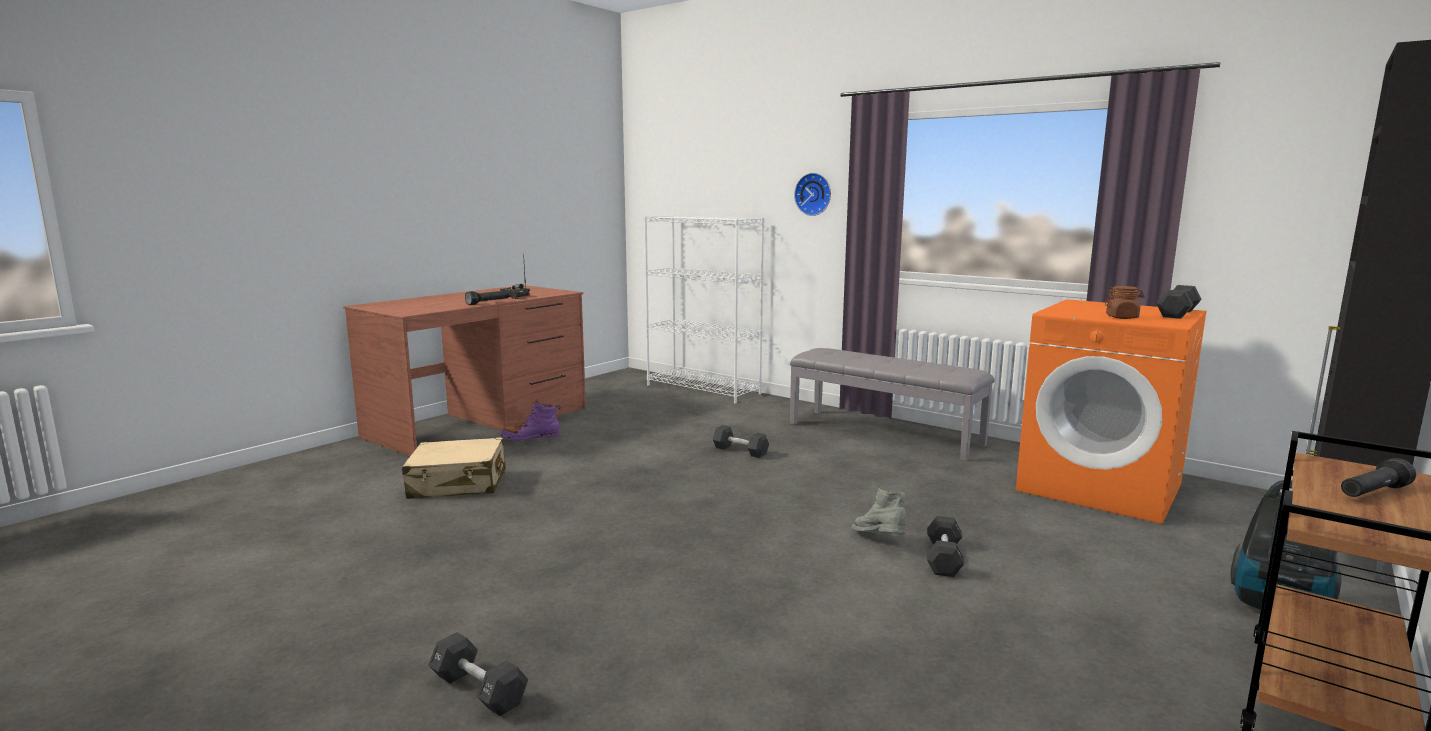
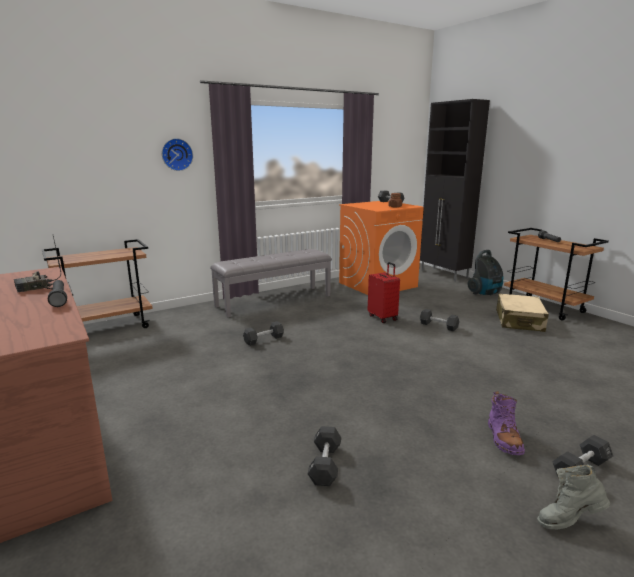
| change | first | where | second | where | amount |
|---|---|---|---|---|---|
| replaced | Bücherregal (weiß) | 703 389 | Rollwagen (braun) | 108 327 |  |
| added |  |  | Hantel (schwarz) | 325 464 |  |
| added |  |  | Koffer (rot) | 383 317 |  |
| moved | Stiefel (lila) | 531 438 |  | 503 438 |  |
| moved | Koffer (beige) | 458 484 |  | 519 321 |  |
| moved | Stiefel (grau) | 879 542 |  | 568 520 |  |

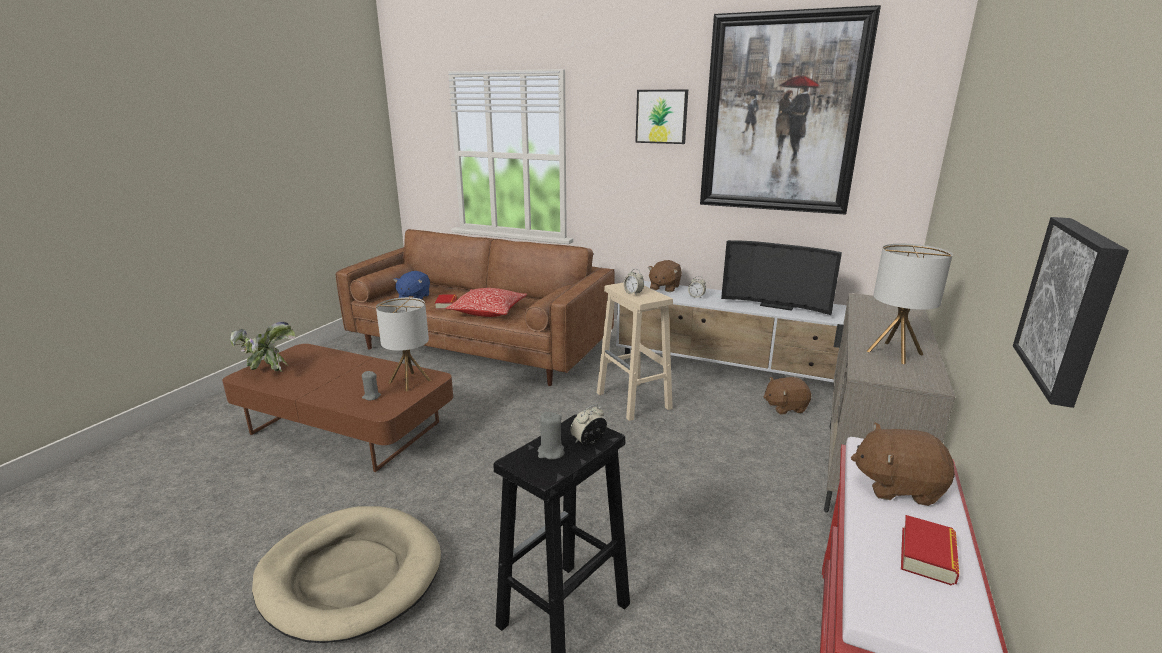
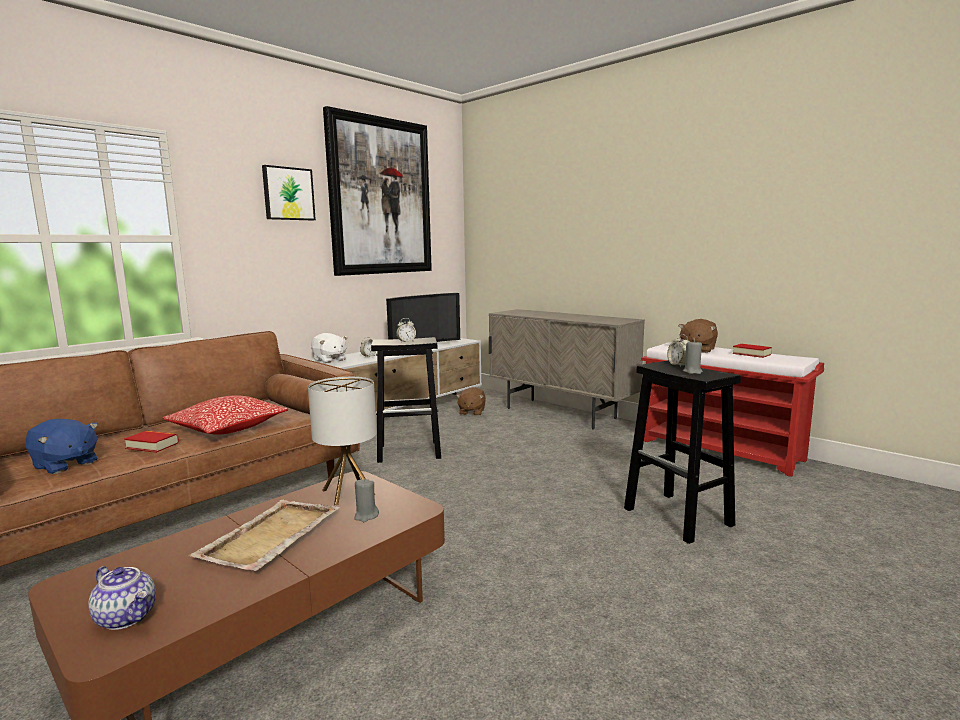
| change | first | where | second | where | amount |
|---|---|---|---|---|---|
| replaced | Topfpflanze | 267 371 | Teekanne | 127 617 |  |
| added |  |  | Tablett (beige) | 269 537 |  |
| recoloured | Plüschtier (braun) | 664 288 | Plüschtier (weiß) | 329 360 |  |
| recoloured | Hocker (beige) | 634 401 | Hocker (schwarz) | 410 451 |  |
| removed | Hundebett (beige) | 350 575 |  |  |  |
| removed | Tischlampe | 894 353 |  |  |  |
| removed | Bild | 1072 307 |  |  |  |

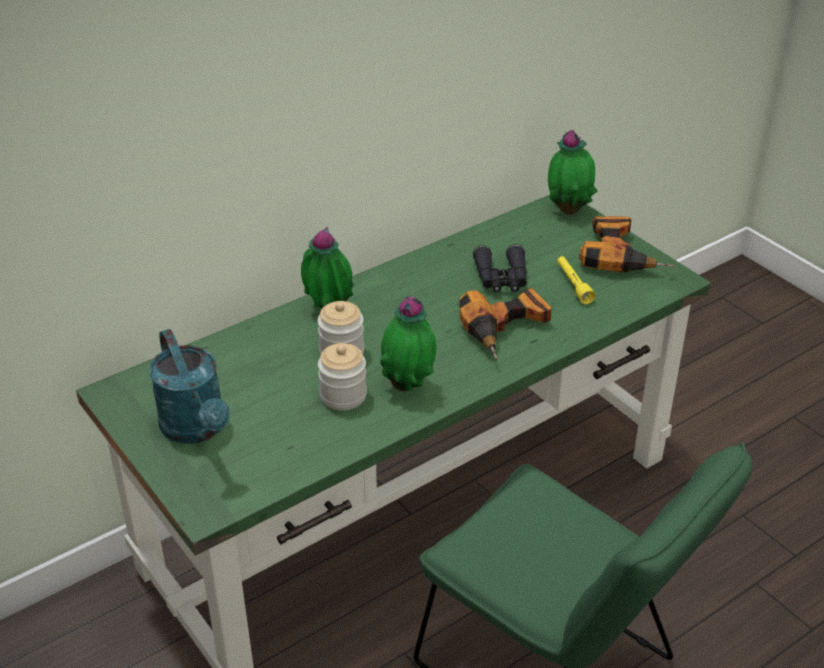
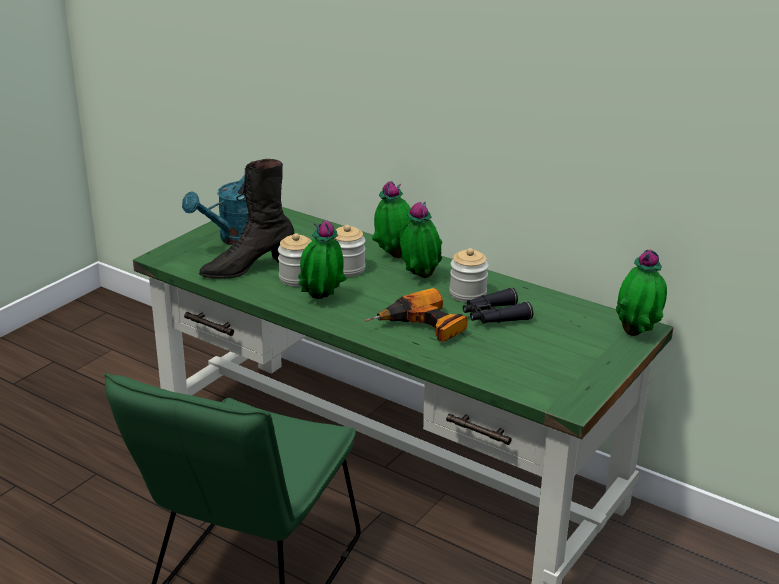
| change | first | where | second | where | amount |
|---|---|---|---|---|---|
| added |  |  | Stiefel (schwarz) | 247 268 |  |
| added |  |  | Topfpflanze | 419 277 |  |
| added |  |  | Vorratsglas | 467 294 |  |
| removed | Taschenlampe (gelb) | 573 284 |  |  |  |
| removed | Bohrmaschine | 620 254 |  |  |  |

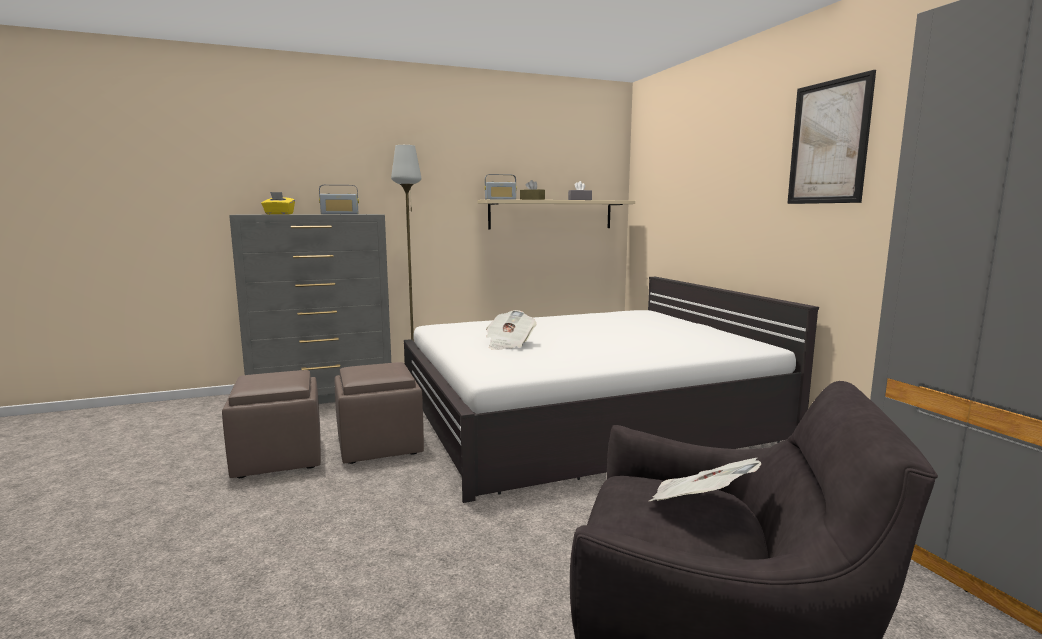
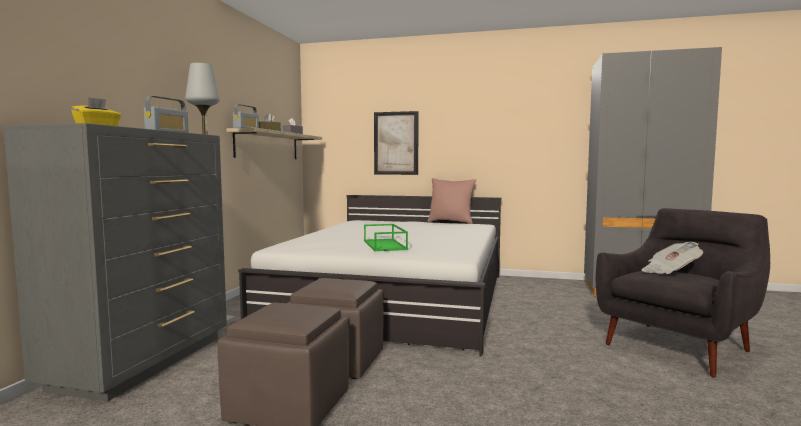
| change | first | where | second | where | amount |
|---|---|---|---|---|---|
| replaced | Zeitung | 508 344 | Tablett (grün) | 385 245 |  |
| moved | Bild | 828 142 |  | 396 143 |  |
| added |  |  | Kissen (rosa) | 451 222 |  |

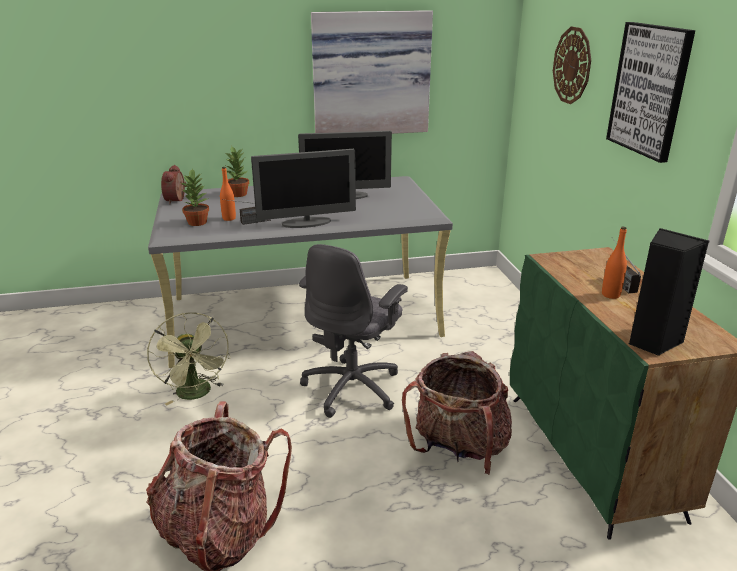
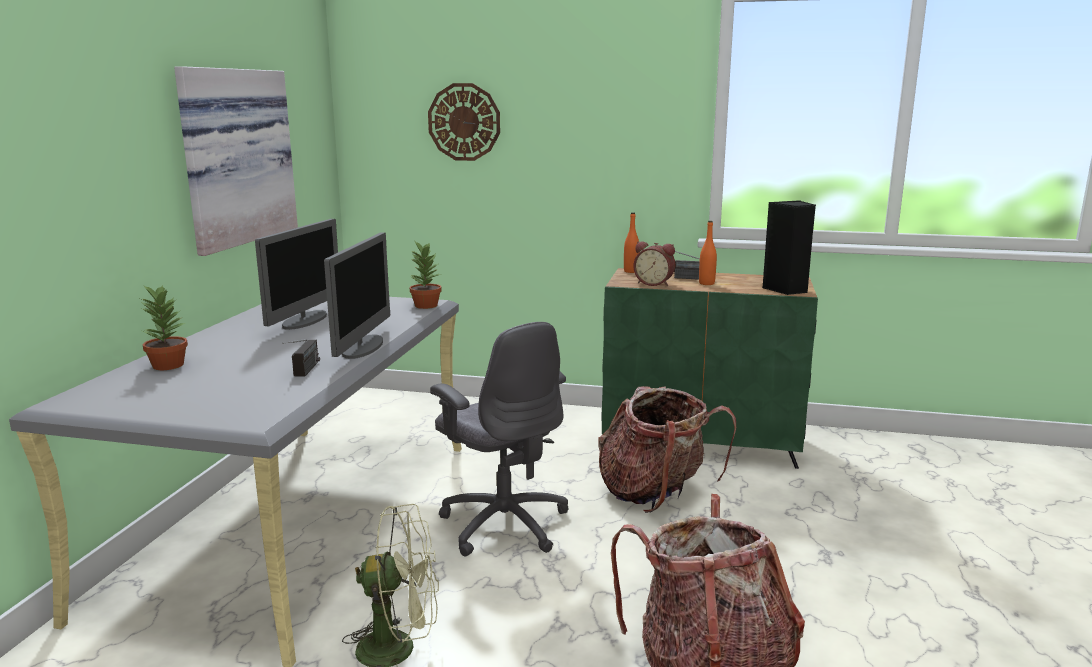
| change | first | where | second | where | amount |
|---|---|---|---|---|---|
| moved | Topfpflanze | 198 222 |  | 426 305 |  |
| moved | Flasche (orange) | 229 218 |  | 631 271 |  |
| moved | Wecker | 177 200 |  | 654 283 |  |
| removed | Bild | 649 90 |  |  |  |

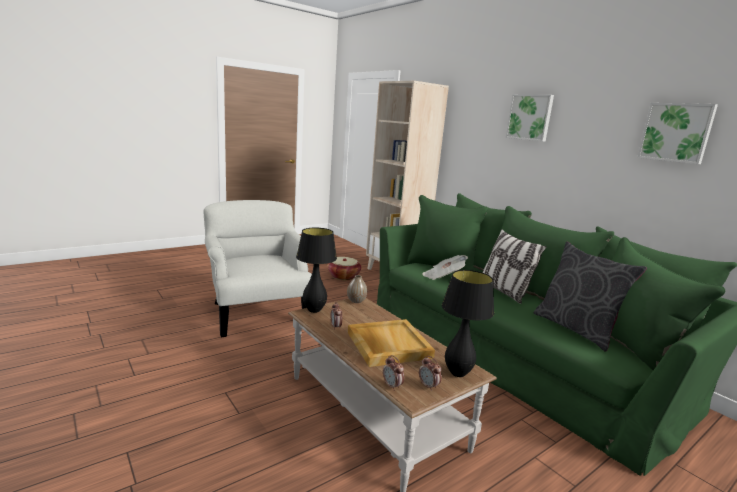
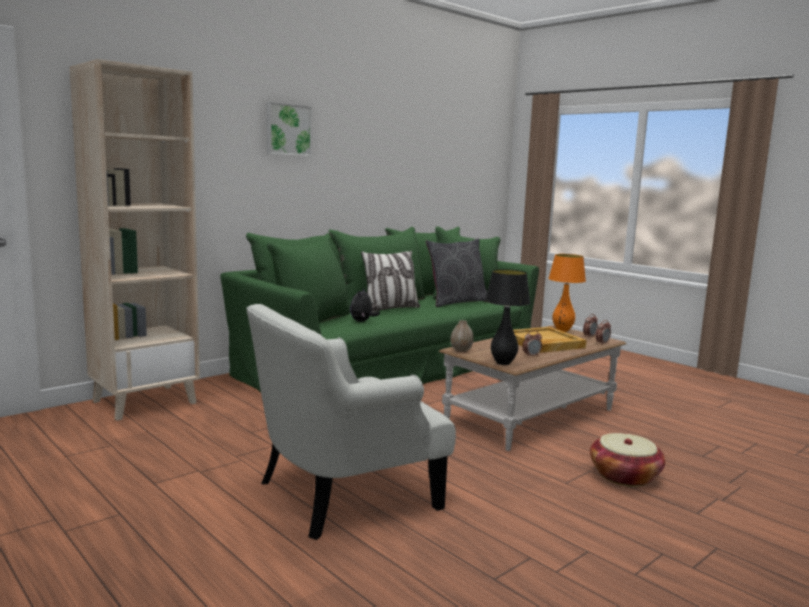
| change | first | where | second | where | amount |
|---|---|---|---|---|---|
| replaced | Zeitung | 443 277 | Plüschtier | 362 321 |  |
| recoloured | Tischlampe (schwarz) | 457 373 | Tischlampe (orange) | 562 330 |  |
| moved | Korb | 343 276 |  | 624 476 |  |
| removed | Bild | 676 132 |  |  |  |

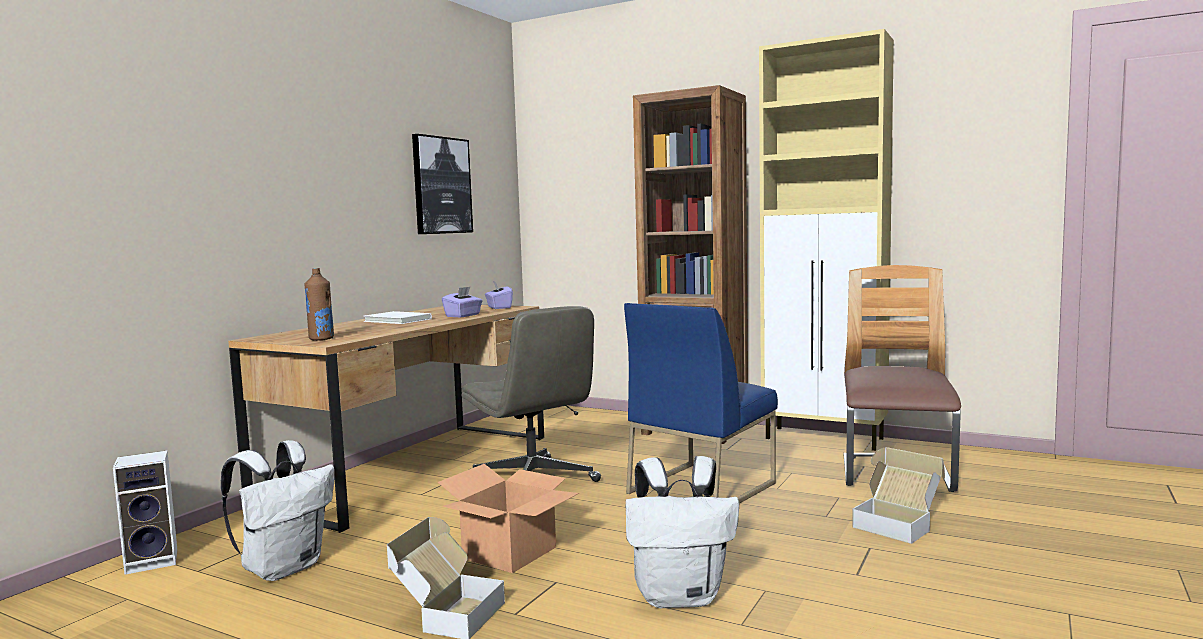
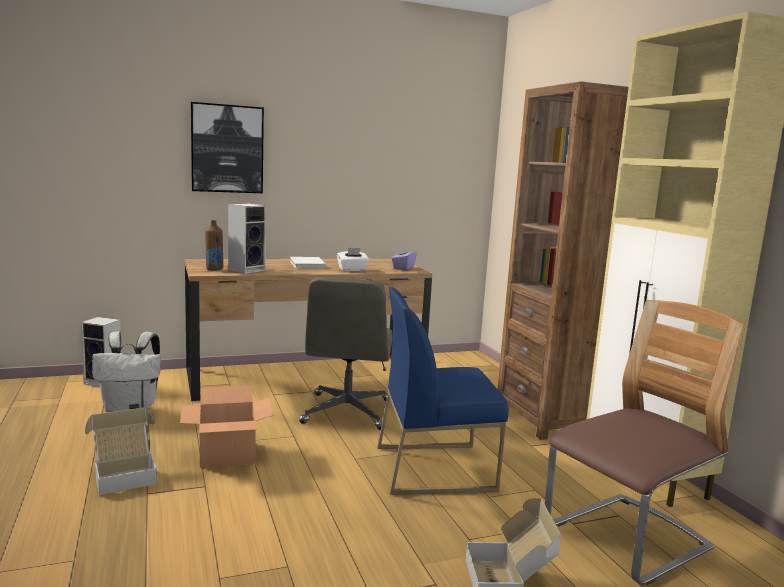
| change | first | where | second | where | amount |
|---|---|---|---|---|---|
| moved | Bild | 441 185 |  | 227 149 |  |
| added |  |  | Lautsprecher | 247 270 |  |
| recoloured | Taschentuchbox (lila) | 463 315 | Taschentuchbox (weiß) | 352 270 |  |
| removed | Rucksack (weiß) | 680 596 |  |  |  |

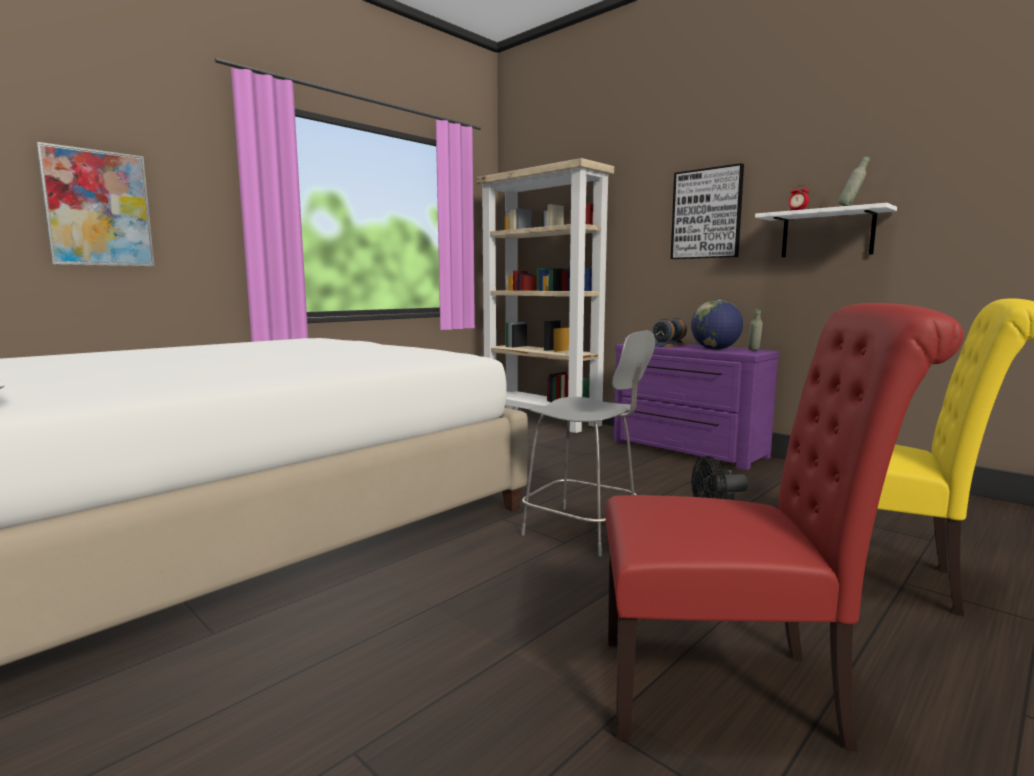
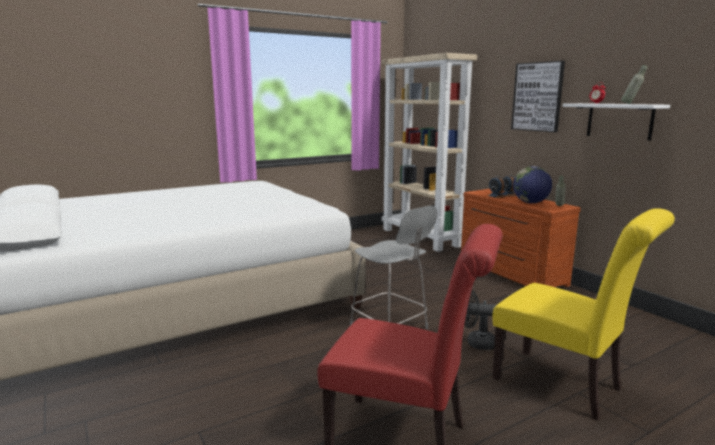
| change | first | where | second | where | amount |
|---|---|---|---|---|---|
| recoloured | Kommode (lila) | 686 449 | Kommode (braun) | 509 273 |  |
| removed | Bild | 98 208 |  |  |  |

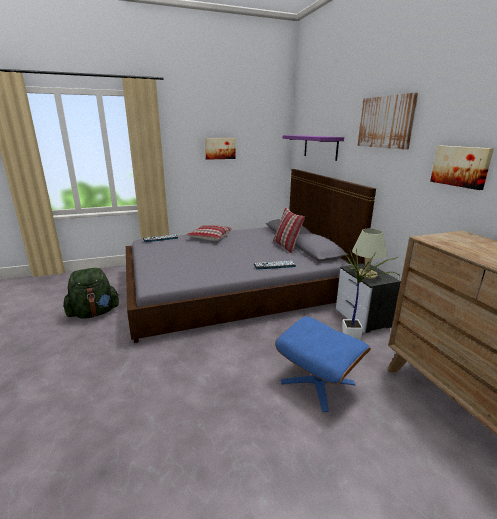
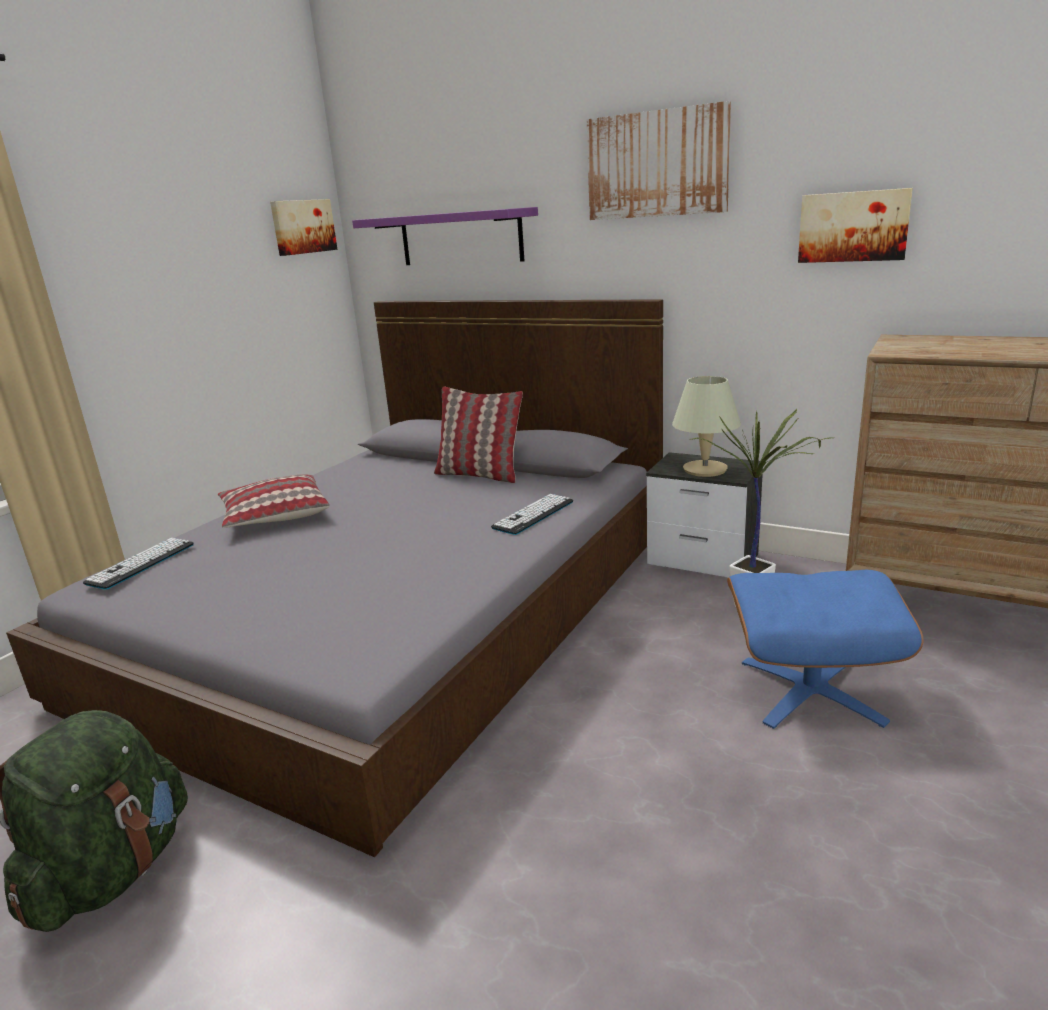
| change | first | where | second | where | amount |
|---|---|---|---|---|---|
| moved | Bild | 220 148 |  | 302 227 |  |

